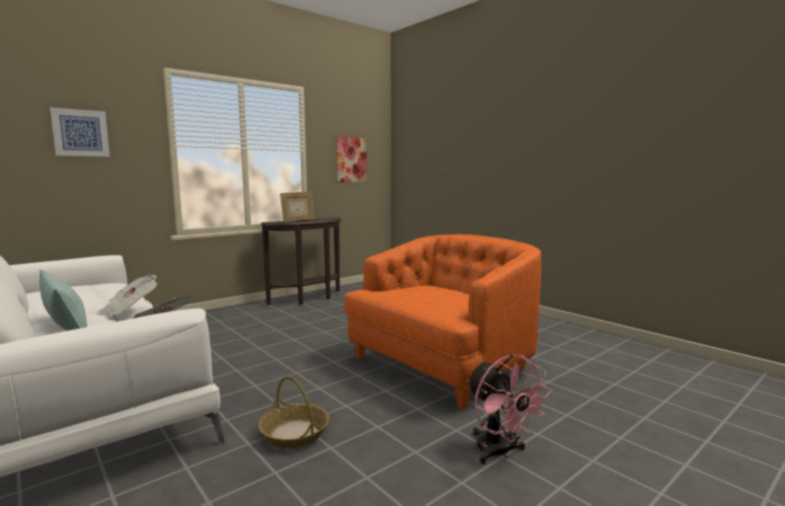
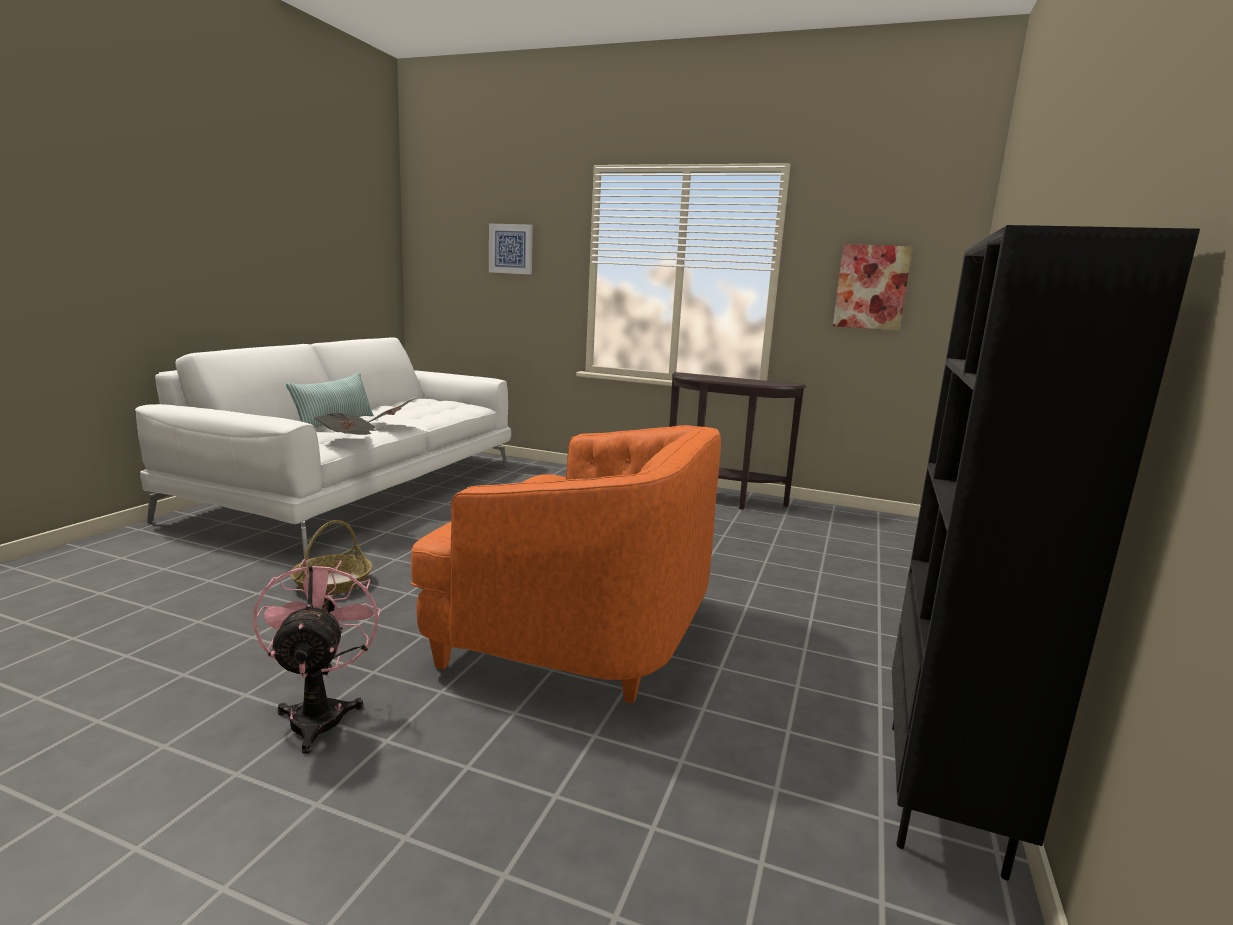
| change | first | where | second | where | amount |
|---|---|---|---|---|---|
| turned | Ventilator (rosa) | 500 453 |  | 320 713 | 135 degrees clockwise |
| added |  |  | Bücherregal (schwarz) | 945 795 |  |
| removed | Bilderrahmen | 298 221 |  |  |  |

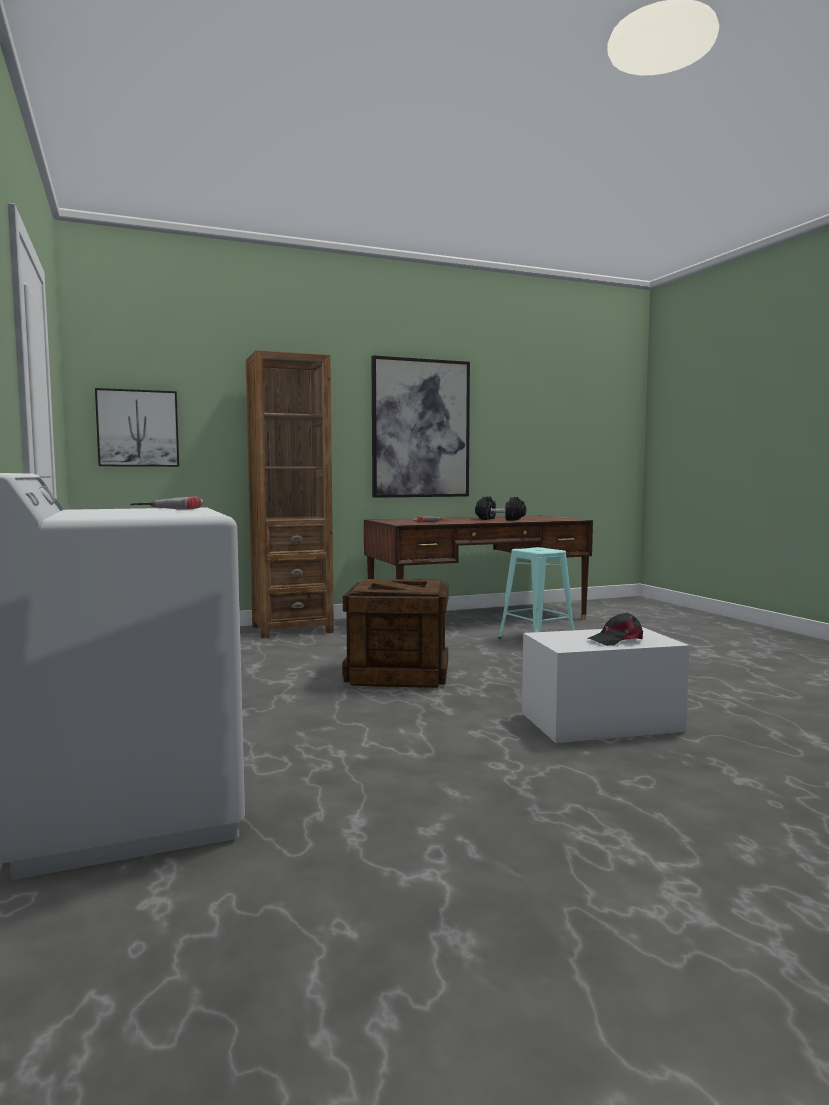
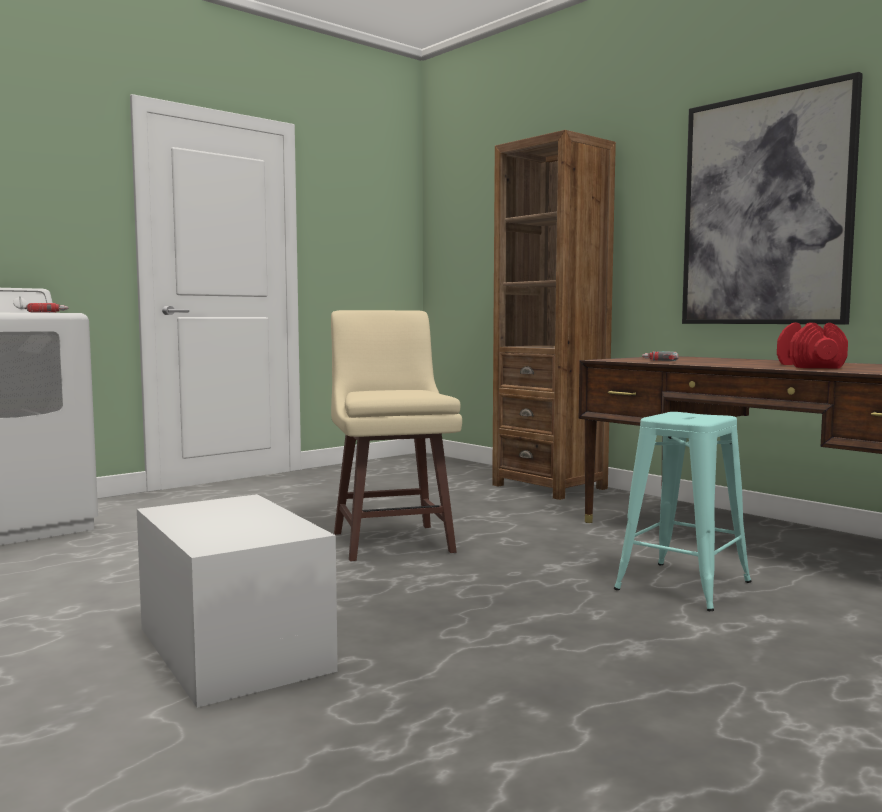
| change | first | where | second | where | amount |
|---|---|---|---|---|---|
| replaced | Kiste | 397 674 | Hocker (beige) | 392 541 |  |
| recoloured | Hantel (schwarz) | 500 519 | Hantel (rot) | 810 366 |  |
| removed | Bild | 138 428 |  |  |  |
| removed | Kappe (schwarz) | 616 640 |  |  |  |

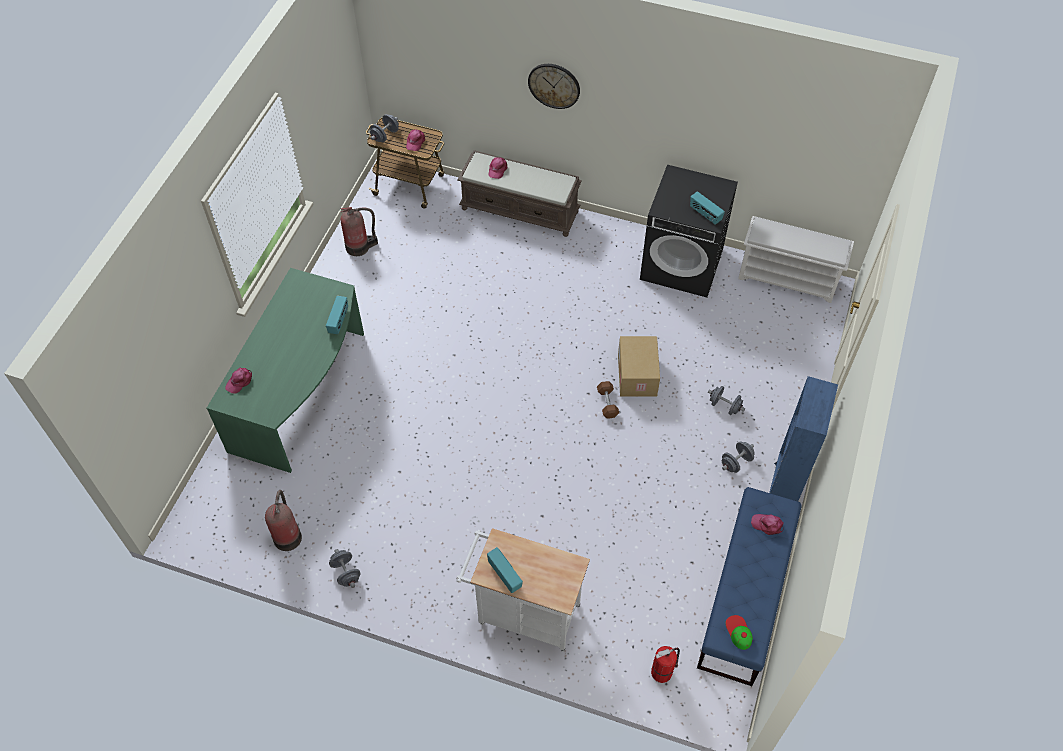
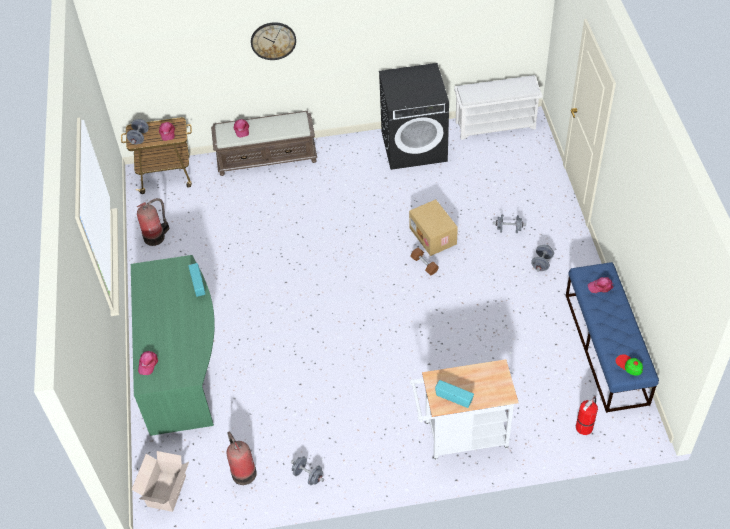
| change | first | where | second | where | amount |
|---|---|---|---|---|---|
| added |  |  | Karton | 166 492 |  |
| removed | Radio | 705 215 |  |  |  |
| removed | Bücherregal (blau) | 783 487 |  |  |  |

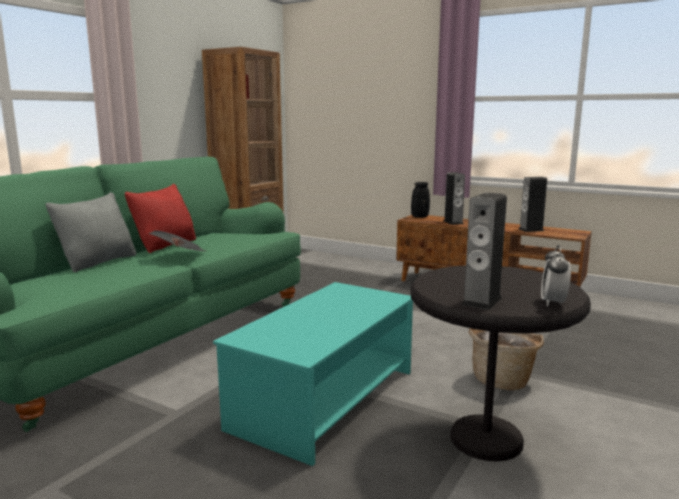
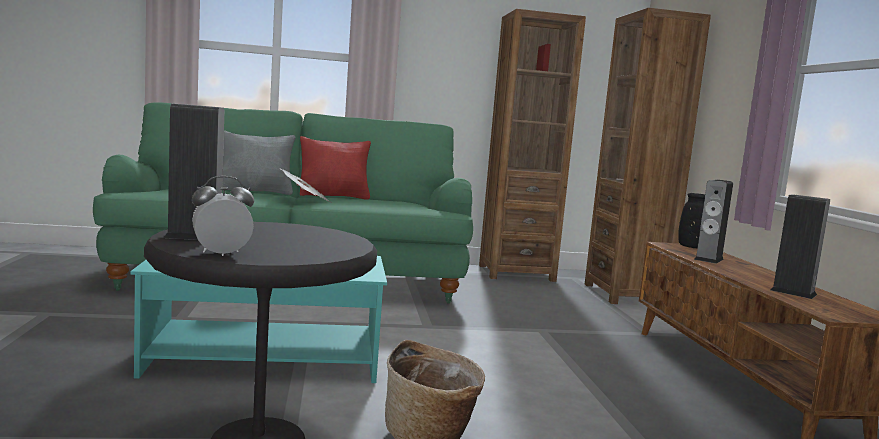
| change | first | where | second | where | amount |
|---|---|---|---|---|---|
| added |  |  | Bücherregal (braun) | 625 295 |  |

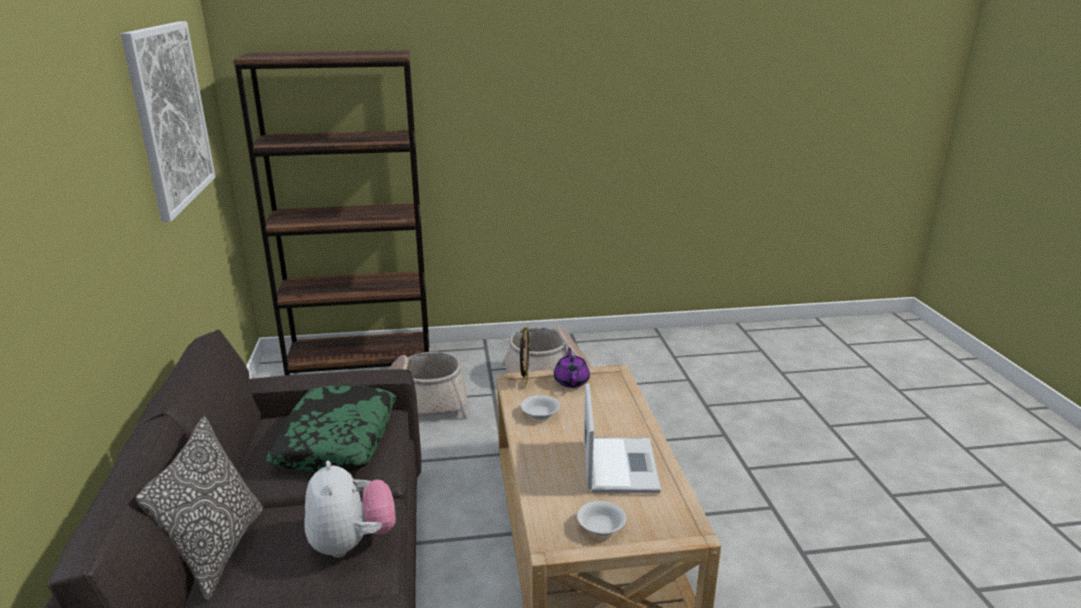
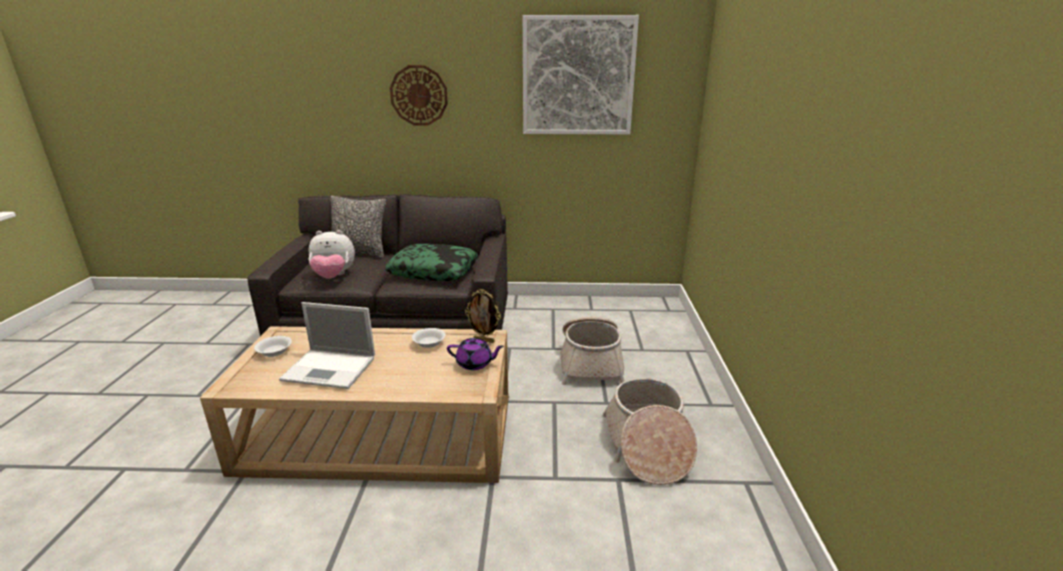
| change | first | where | second | where | amount |
|---|---|---|---|---|---|
| added |  |  | Wanduhr | 419 95 |  |
| removed | Bücherregal (braun) | 361 362 |  |  |  |

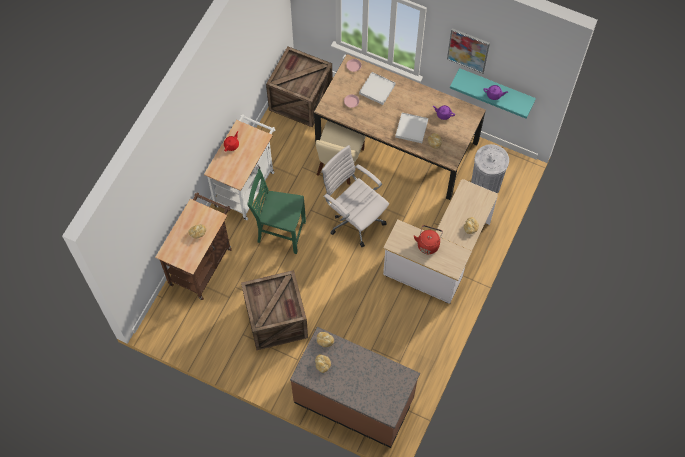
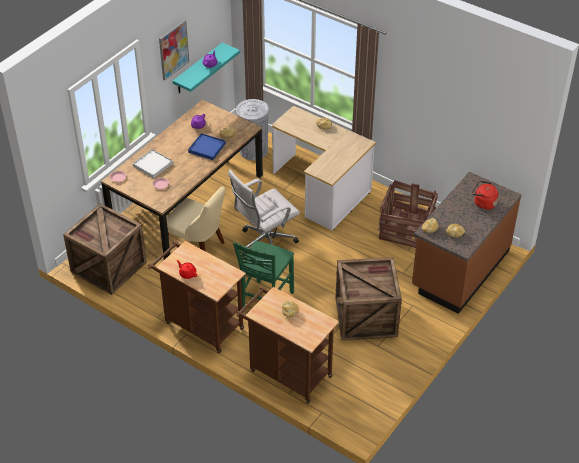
| change | first | where | second | where | amount |
|---|---|---|---|---|---|
| recoloured | Rollwagen (weiß) | 246 185 | Rollwagen (braun) | 200 324 |  |
| recoloured | Tablett (weiß) | 411 128 | Tablett (blau) | 207 148 |  |
| added |  |  | Kiste | 406 230 |  |
| moved | Wasserkessel (rot) | 428 244 |  | 483 203 |  |

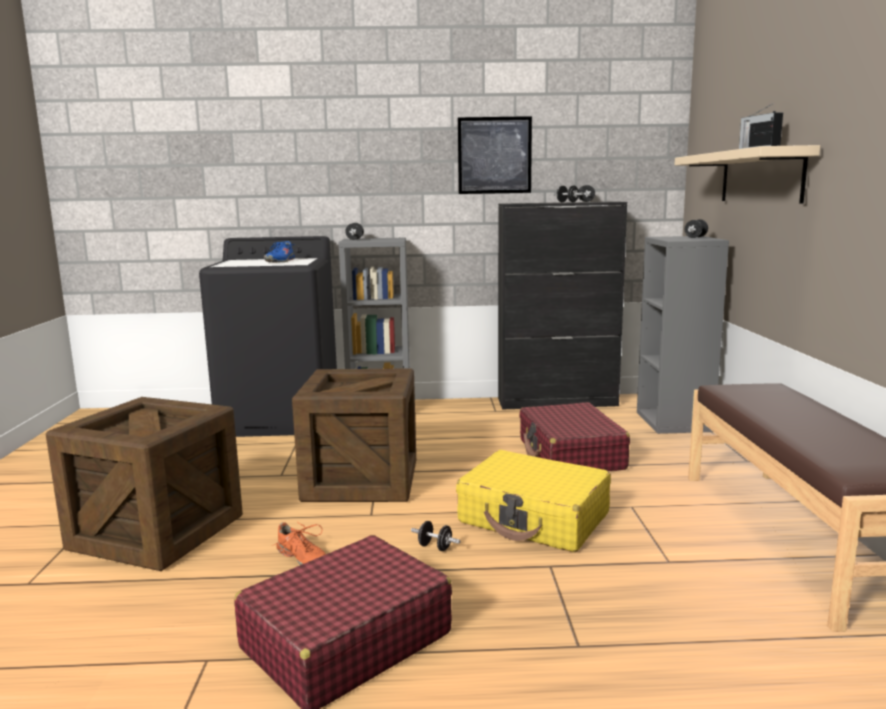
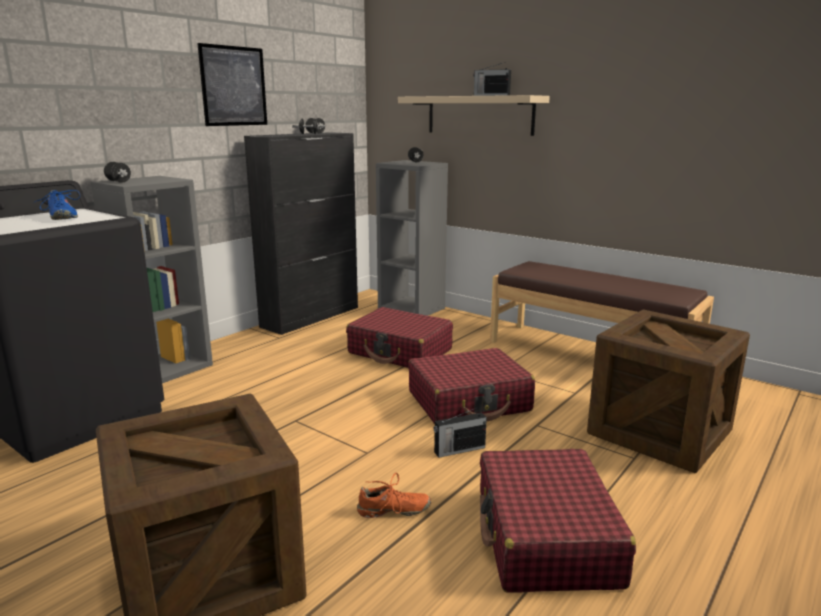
| change | first | where | second | where | amount |
|---|---|---|---|---|---|
| recoloured | Koffer (gelb) | 534 518 | Koffer (rot) | 469 401 |  |
| replaced | Hantel (schwarz) | 435 547 | Radio | 458 450 |  |
| moved | Kiste | 361 480 |  | 659 432 |  |

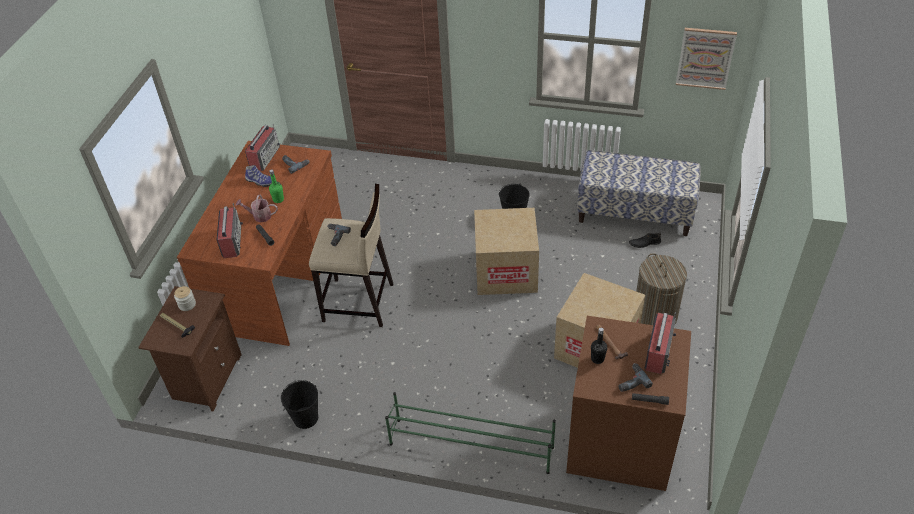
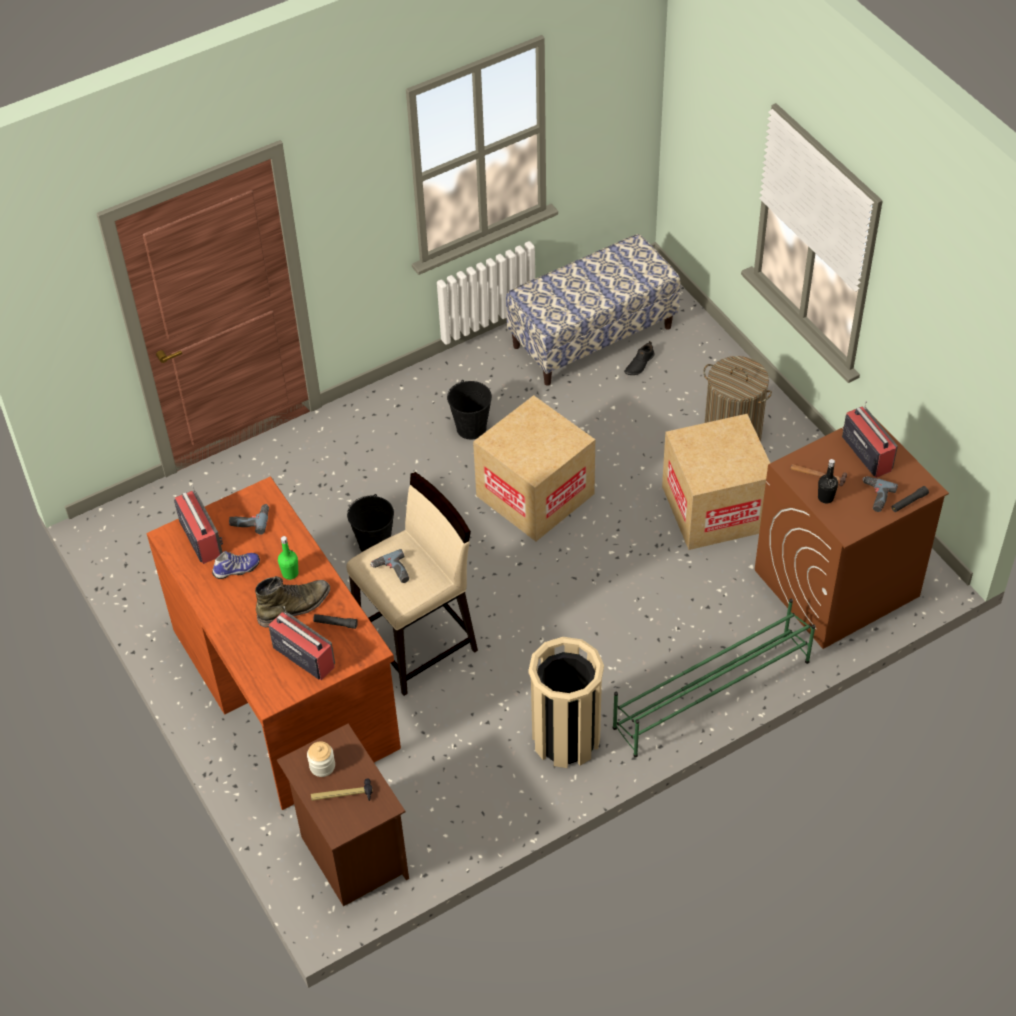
| change | first | where | second | where | amount |
|---|---|---|---|---|---|
| replaced | Gießkanne | 259 216 | Stiefel (grün) | 295 607 |  |
| moved | Eimer (schwarz) | 306 418 |  | 375 544 |  |
| added |  |  | Mülleimer (beige) | 566 739 |  |
| removed | Bild | 705 58 |  |  |  |

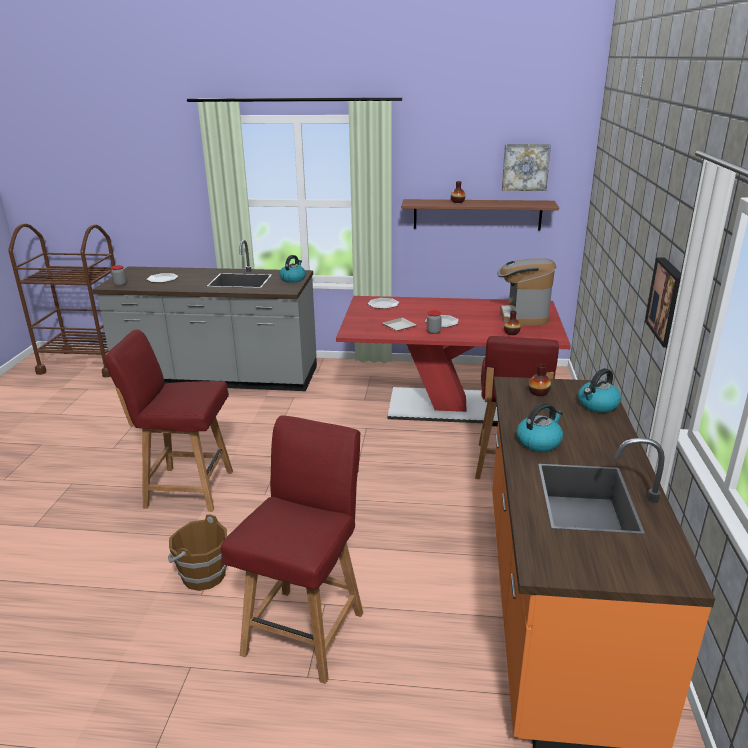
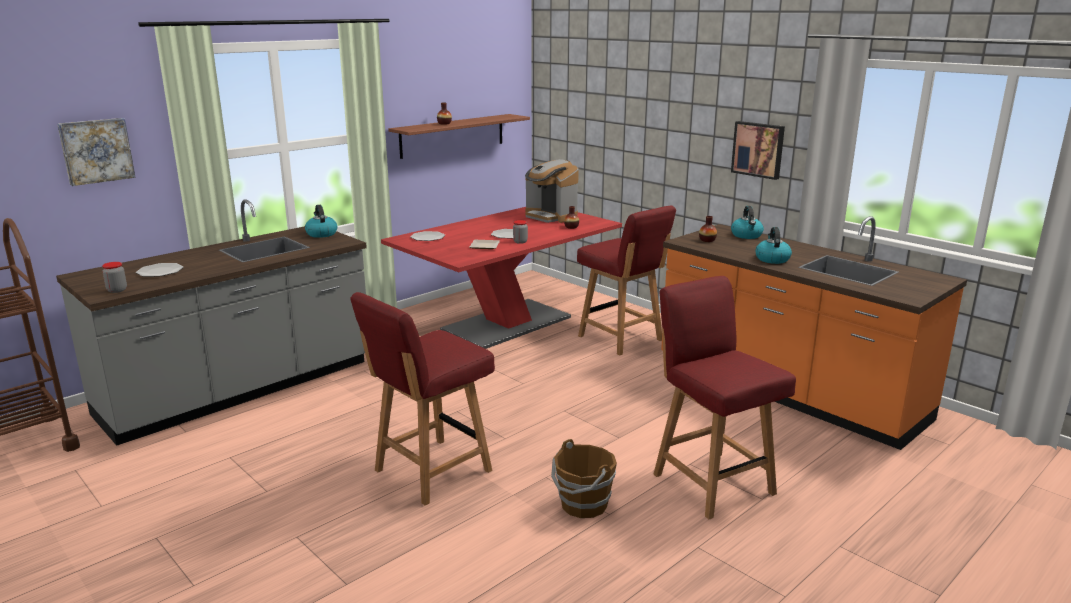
| change | first | where | second | where | amount |
|---|---|---|---|---|---|
| moved | Bild | 525 167 |  | 96 151 |  |

